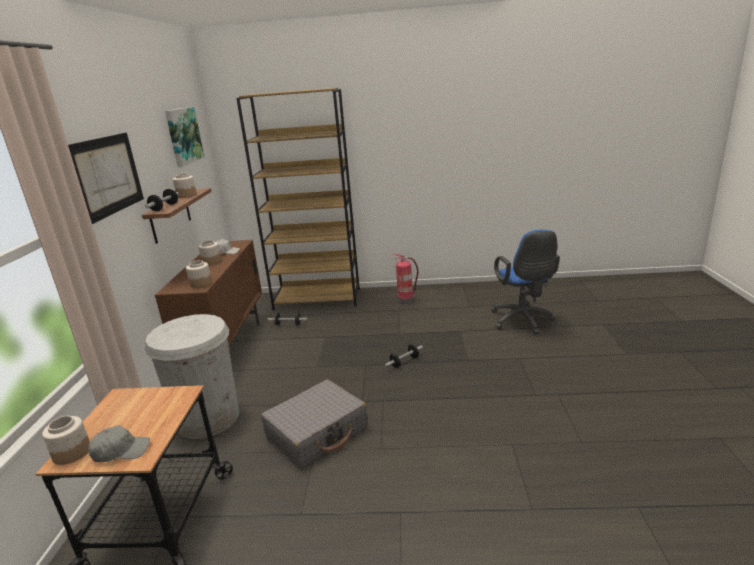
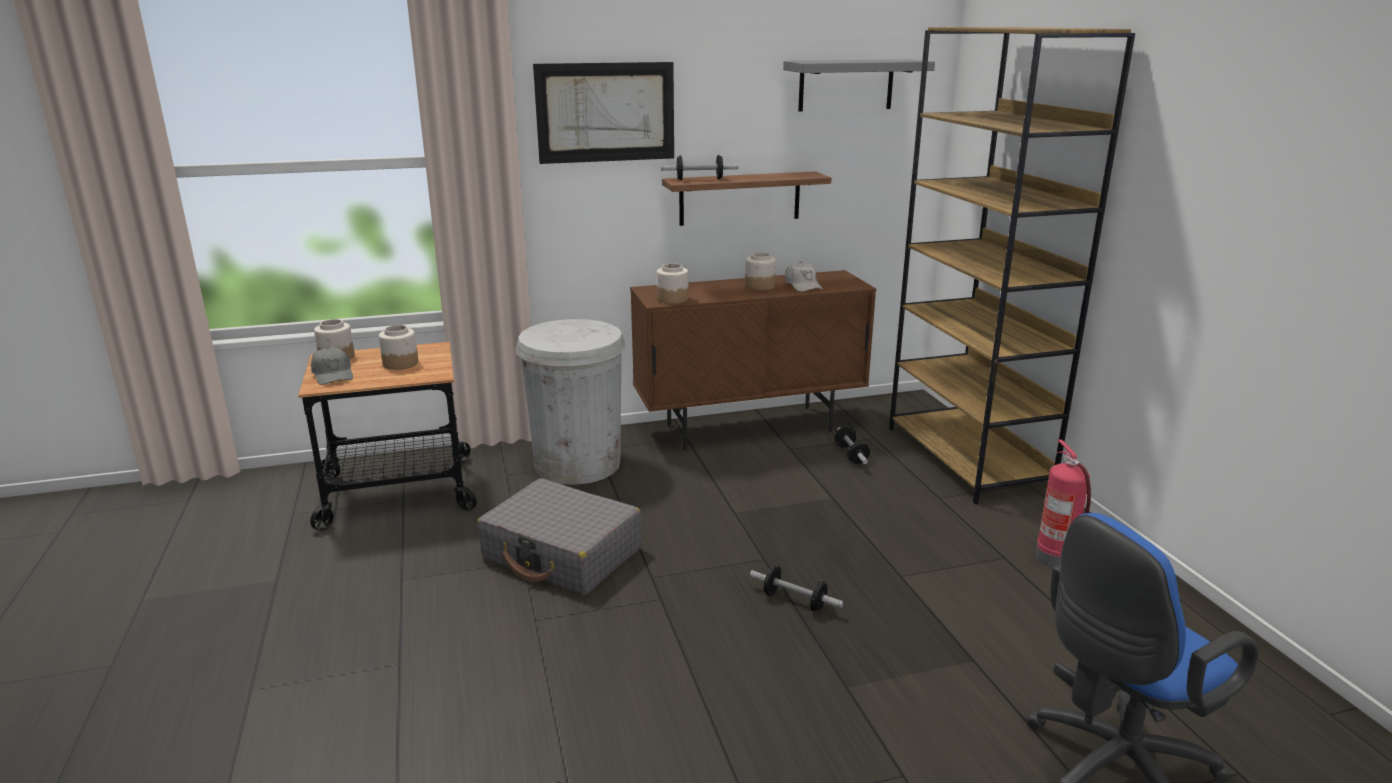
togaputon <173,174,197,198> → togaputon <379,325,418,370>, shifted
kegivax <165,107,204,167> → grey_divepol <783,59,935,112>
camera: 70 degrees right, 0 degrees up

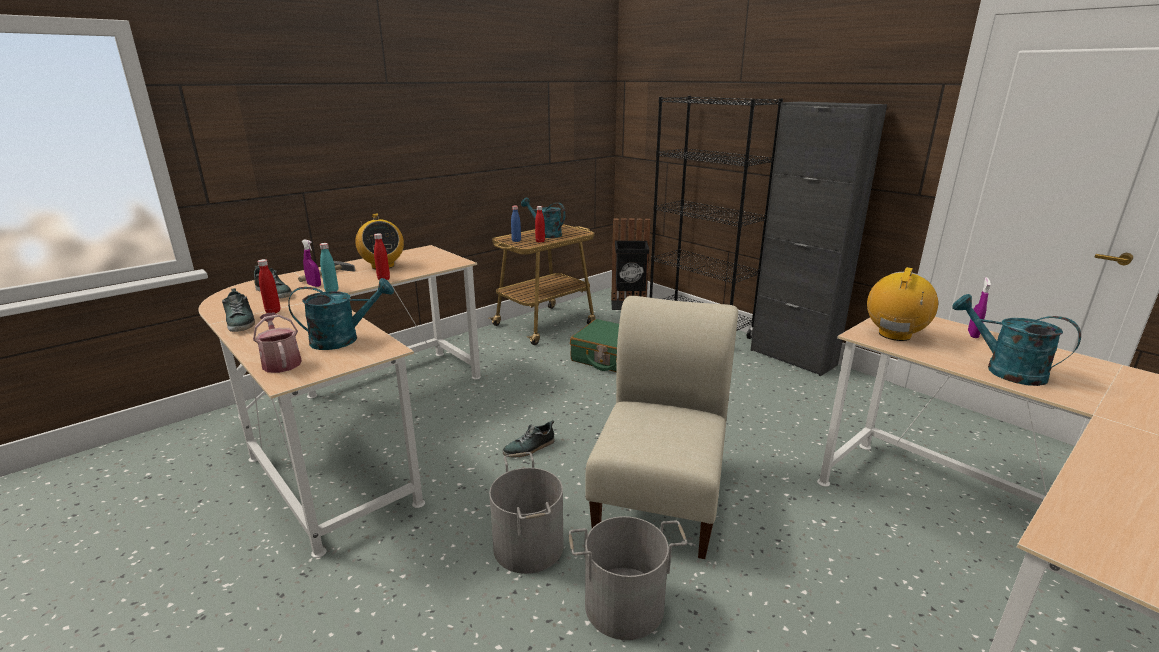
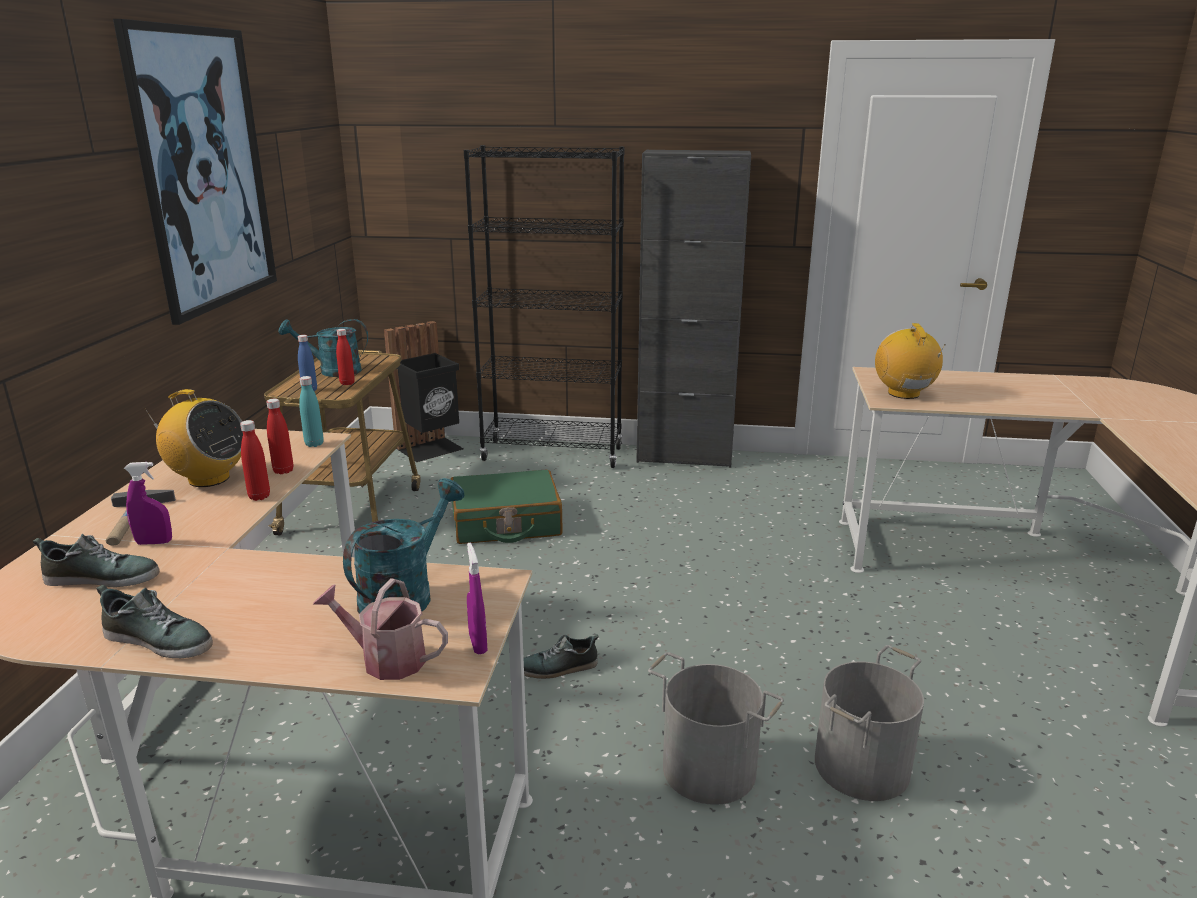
- → kegivax <113,19,277,325>
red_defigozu <257,259,280,313> → red_defigozu <266,399,294,474>, shifted
turquoise_defigozu <320,243,338,292> → turquoise_defigozu <299,376,324,447>, shifted
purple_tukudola <968,277,991,338> → purple_tukudola <467,543,487,654>, shifted
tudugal <502,420,555,457> → tudugal <524,634,598,679>, 60 degrees clockwise
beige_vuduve <585,296,738,559> → -
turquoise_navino <952,294,1081,386> → -
camera: 40 degrees left, 0 degrees up

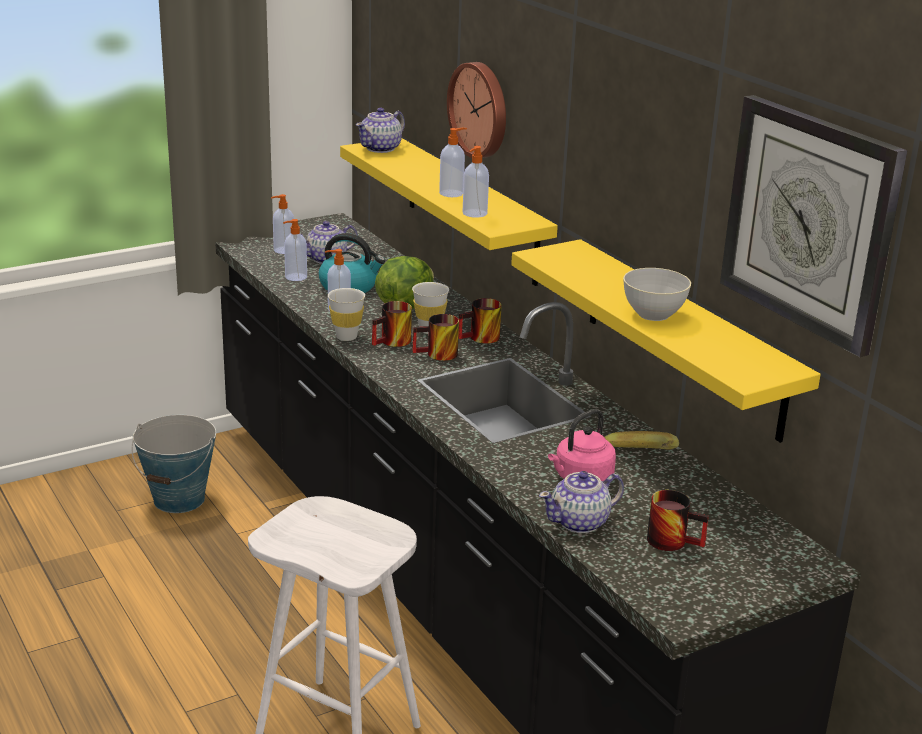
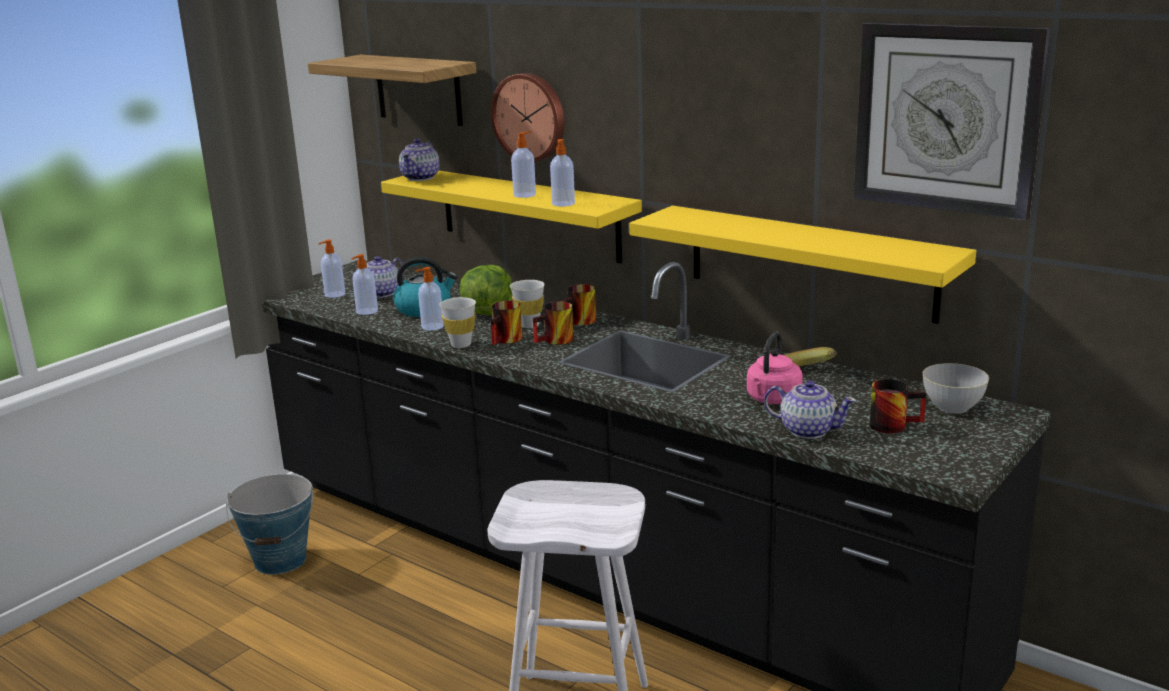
- → divepol <308,55,476,126>
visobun <539,471,624,533> → visobun <764,380,856,439>, 105 degrees counterclockwise
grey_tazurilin <623,268,691,321> → grey_tazurilin <923,363,989,414>, shifted
camera: 20 degrees left, 5 degrees down

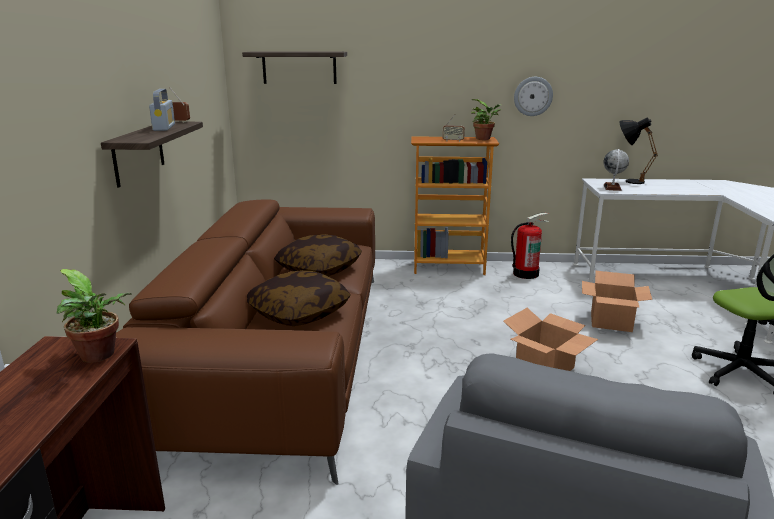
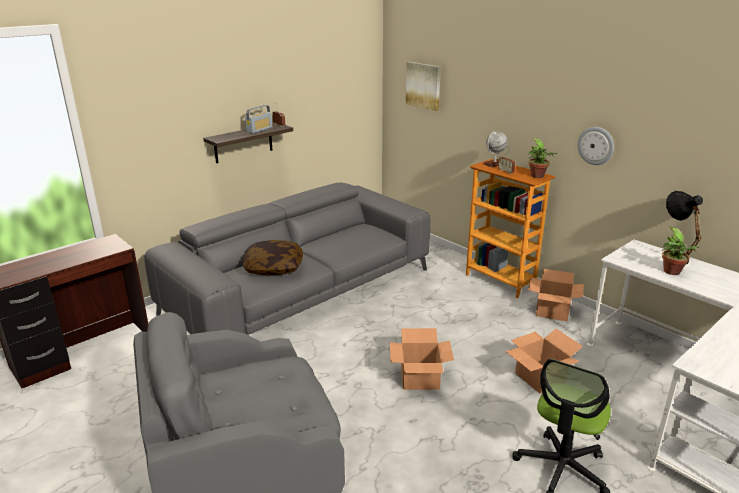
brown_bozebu <116,199,375,485> → grey_bozebu <144,183,430,335>
divepol <242,52,347,84> → kegivax <406,62,441,111>
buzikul <604,149,629,191> → buzikul <484,131,508,167>, shifted
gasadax <511,213,550,279> → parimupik <528,269,584,321>
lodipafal <57,269,132,363> → lodipafal <662,227,700,275>, shifted
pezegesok <274,234,362,276> → -
camera: 45 degrees right, 5 degrees up

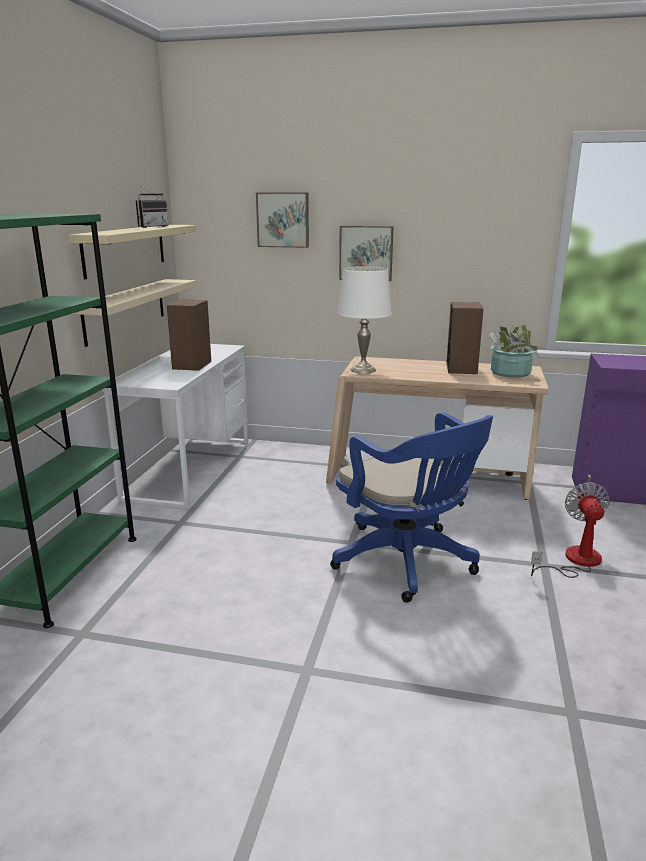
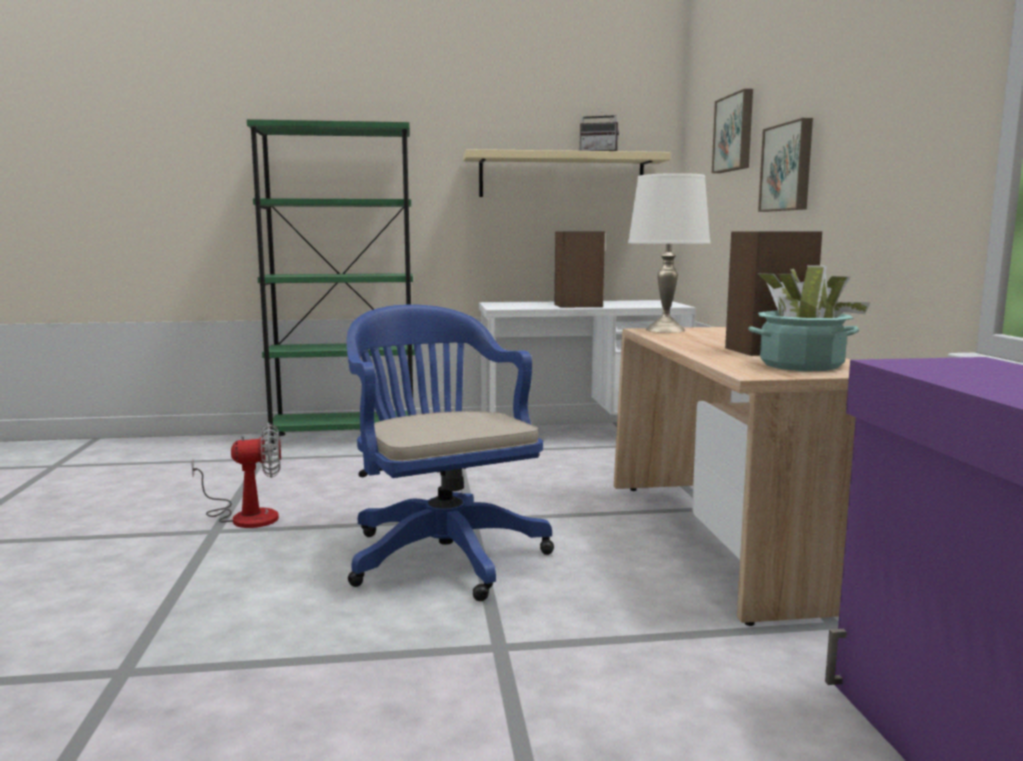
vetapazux <531,482,610,578> → vetapazux <191,423,281,528>, shifted
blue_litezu <330,412,493,603> → blue_litezu <347,304,554,601>, 120 degrees clockwise
beige_divepol <72,279,195,347> → -
camera: 70 degrees right, 10 degrees down

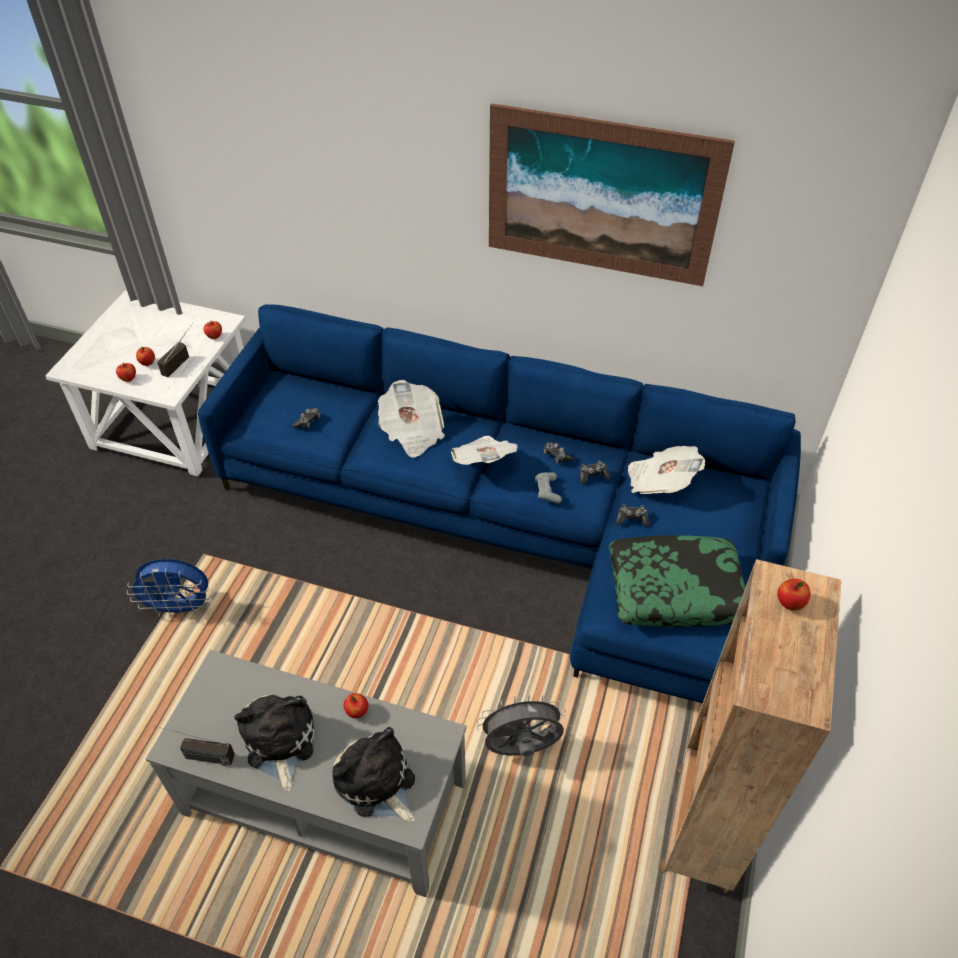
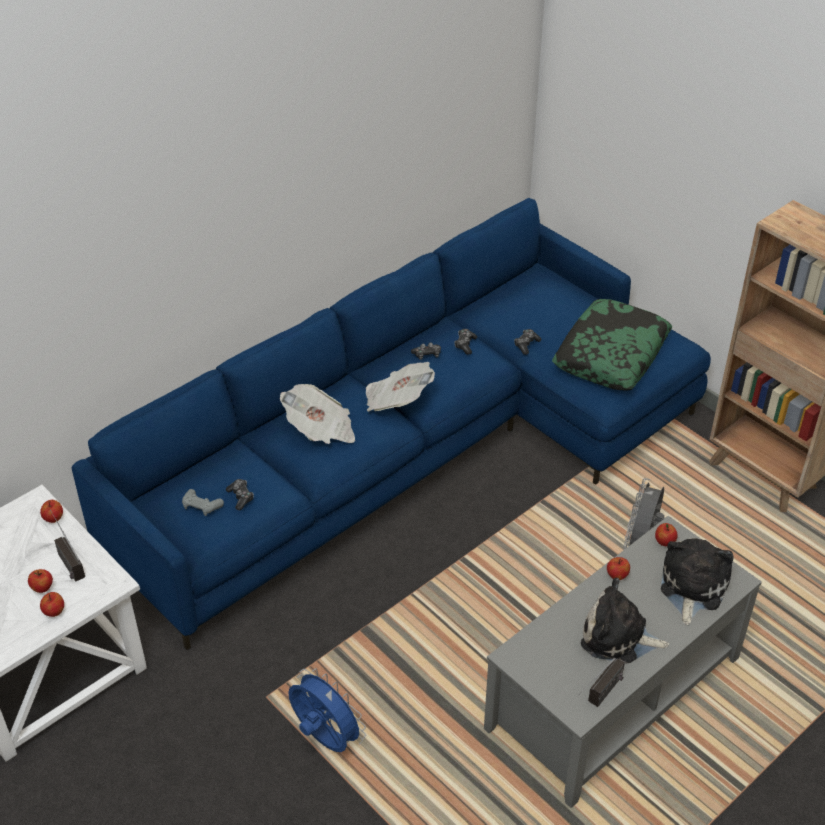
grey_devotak <535,472,562,503> → grey_devotak <182,489,224,516>, shifted
blue_vetapazux <127,559,211,618> → blue_vetapazux <288,668,366,752>, 75 degrees counterclockwise
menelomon <777,579,811,610> → menelomon <655,523,677,546>, shifted
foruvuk <333,727,415,823> → foruvuk <661,538,734,625>, 120 degrees clockwise
kegivax <489,103,735,286> → -
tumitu <628,446,705,494> → -
camera: 60 degrees left, 5 degrees down

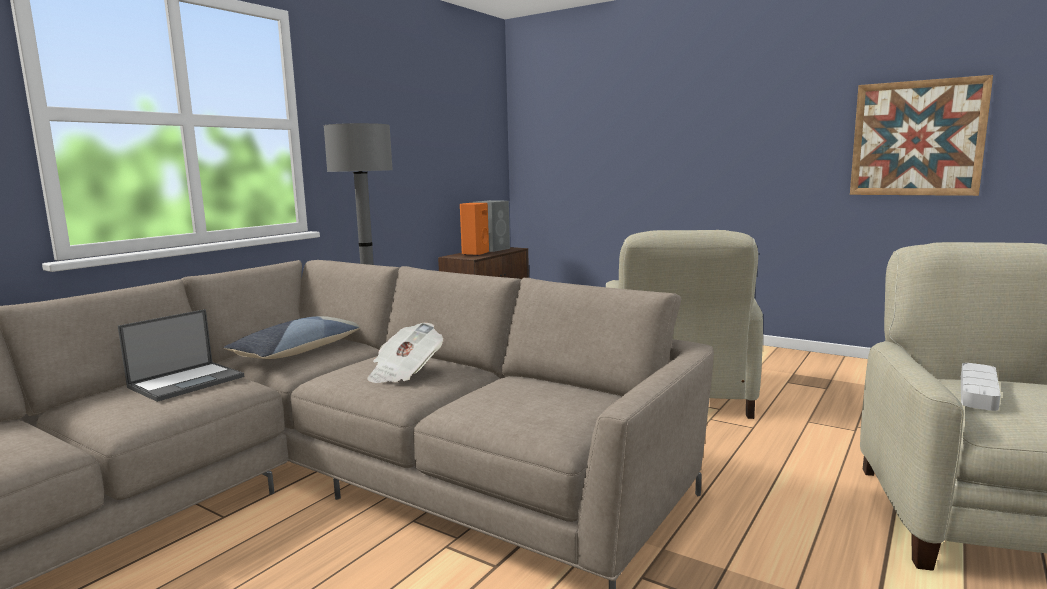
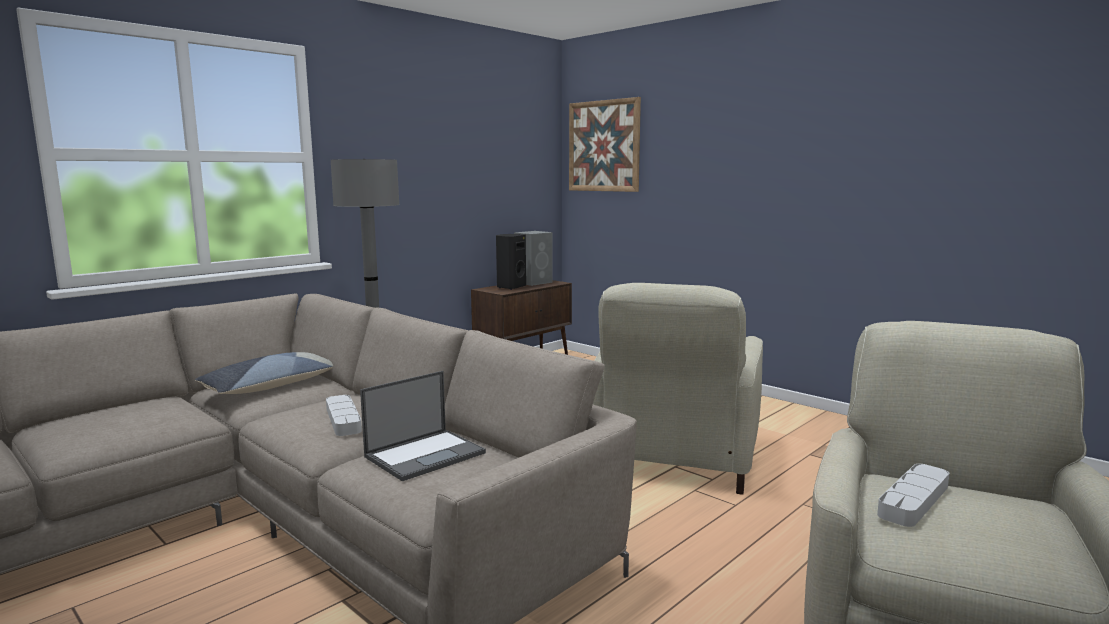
tumitu <367,322,443,383> → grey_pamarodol <326,395,362,436>
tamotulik <118,309,244,402> → tamotulik <360,371,486,481>, shifted
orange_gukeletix <460,203,489,256> → black_gukeletix <496,234,526,290>
kegivax <850,75,993,196> → kegivax <569,97,641,192>, shifted
camera: 10 degrees right, 0 degrees up

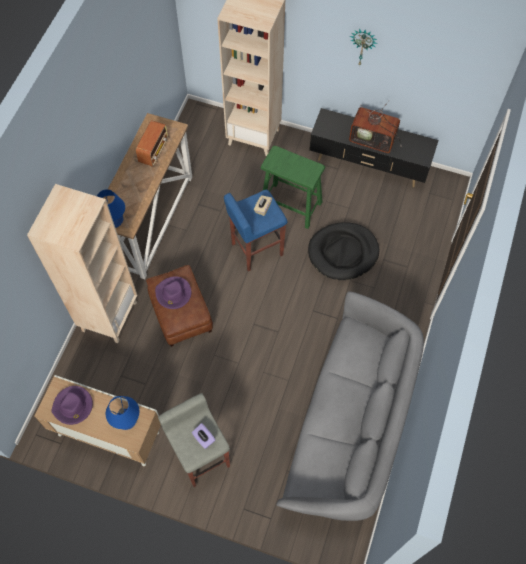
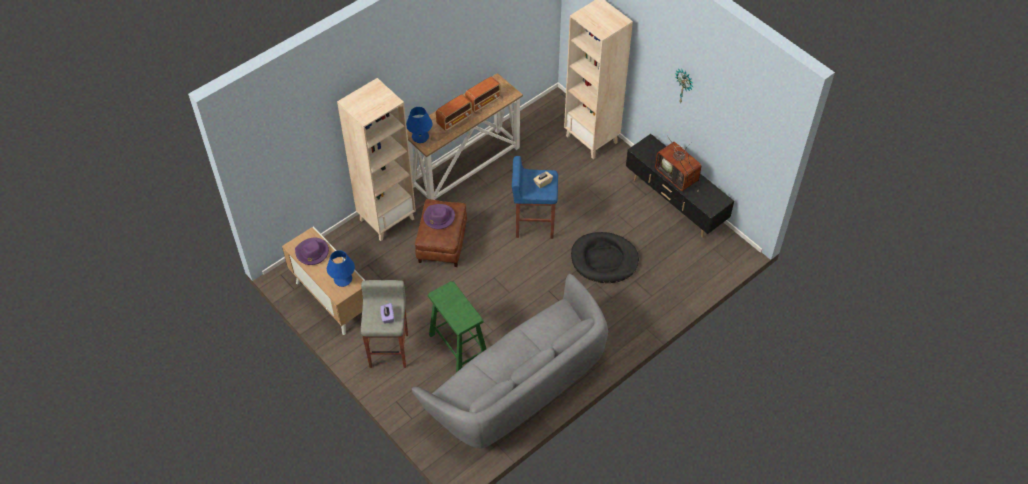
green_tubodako <261,146,325,229> → green_tubodako <428,281,486,372>, shifted
- → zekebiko <436,94,472,131>
camera: 30 degrees right, 10 degrees down

